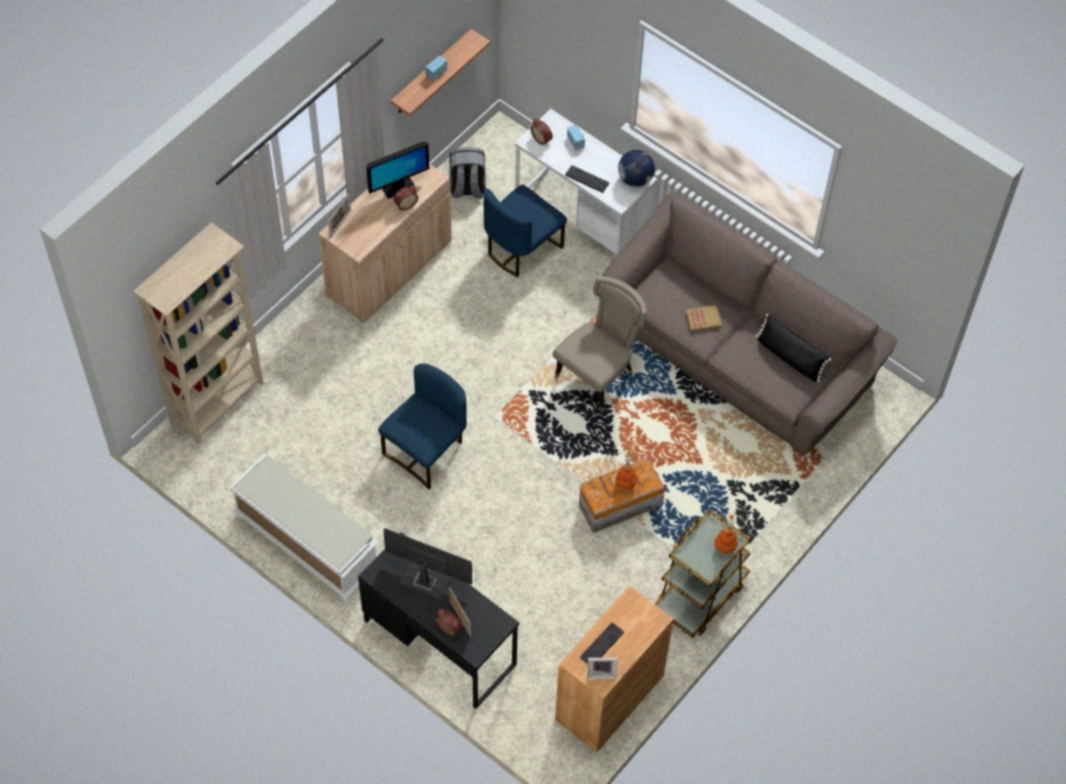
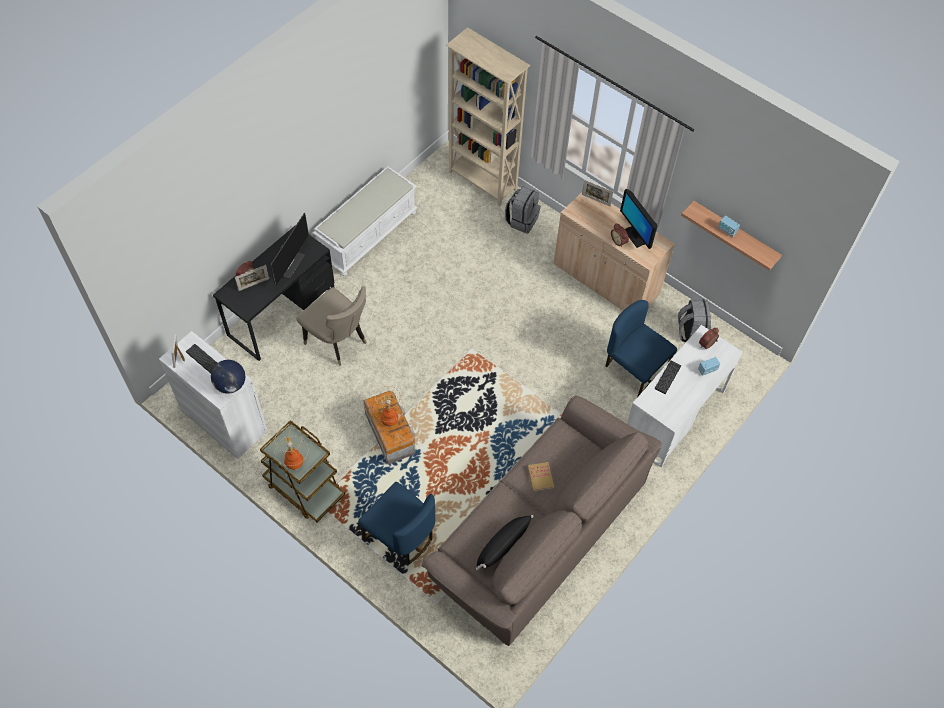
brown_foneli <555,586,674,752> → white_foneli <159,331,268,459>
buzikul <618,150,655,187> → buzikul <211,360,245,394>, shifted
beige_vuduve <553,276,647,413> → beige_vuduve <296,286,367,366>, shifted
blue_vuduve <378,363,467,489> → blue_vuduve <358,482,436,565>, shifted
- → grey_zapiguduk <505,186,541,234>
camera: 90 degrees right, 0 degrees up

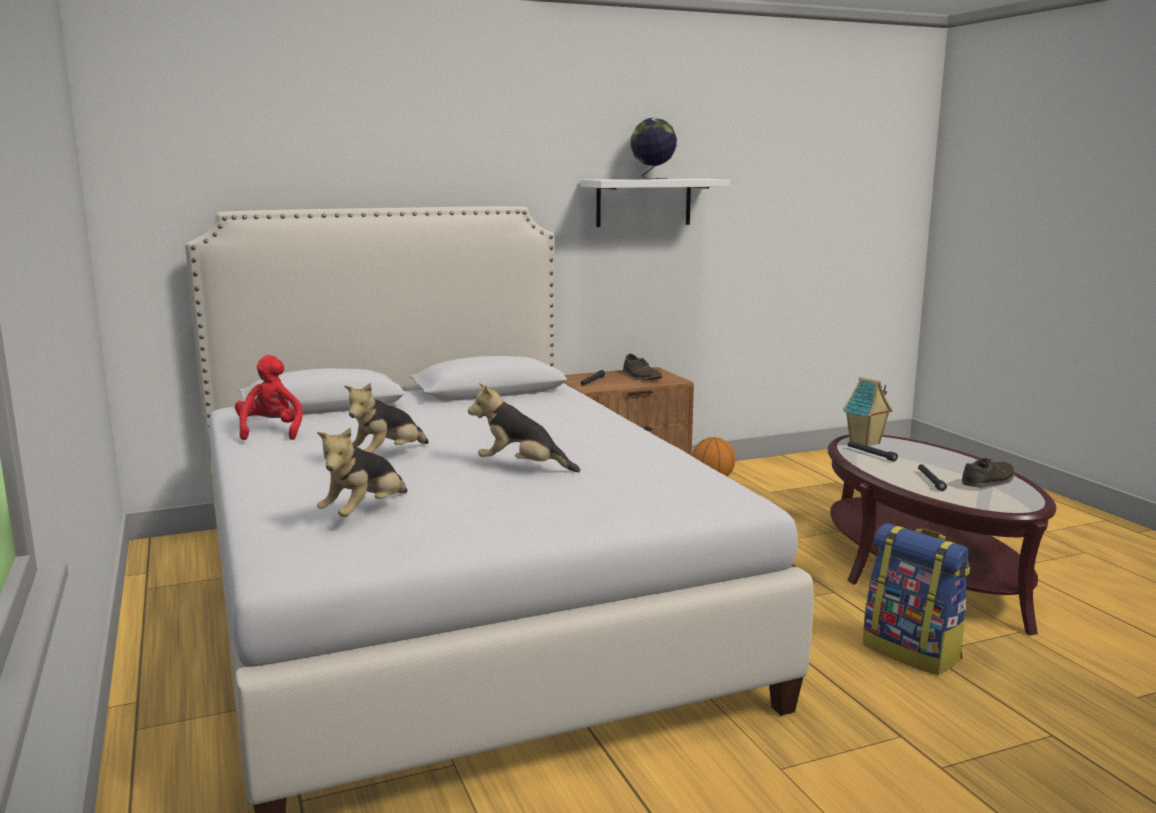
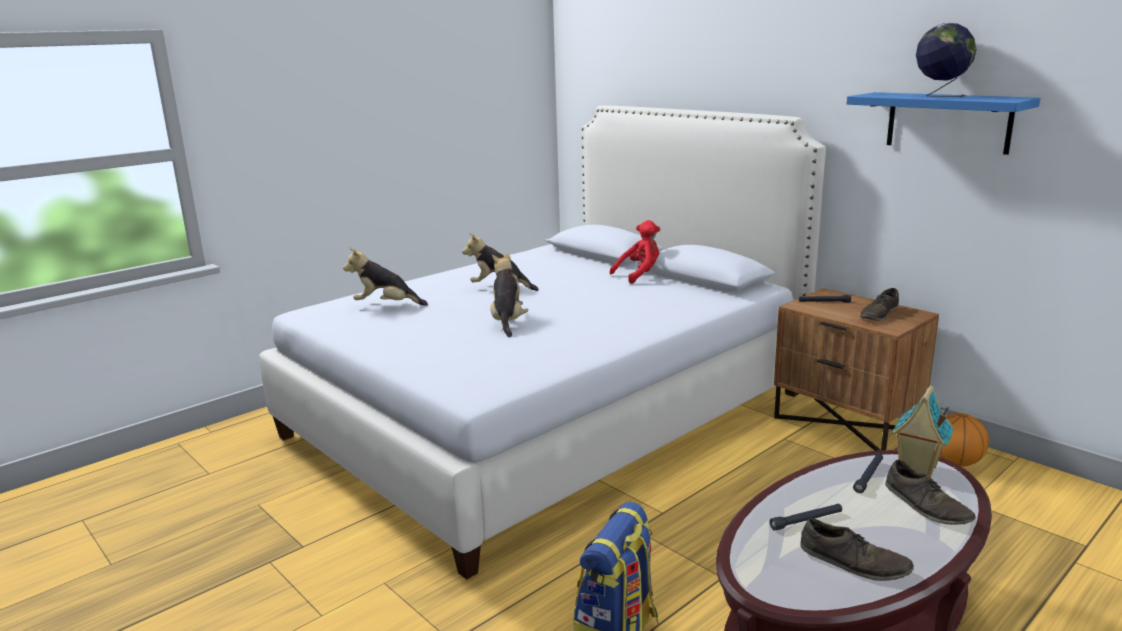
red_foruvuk <235,355,303,440> → red_foruvuk <610,220,660,284>, shifted
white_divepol <580,179,730,227> → blue_divepol <847,92,1041,155>
- → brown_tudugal <885,460,976,525>
camera: 70 degrees right, 5 degrees up

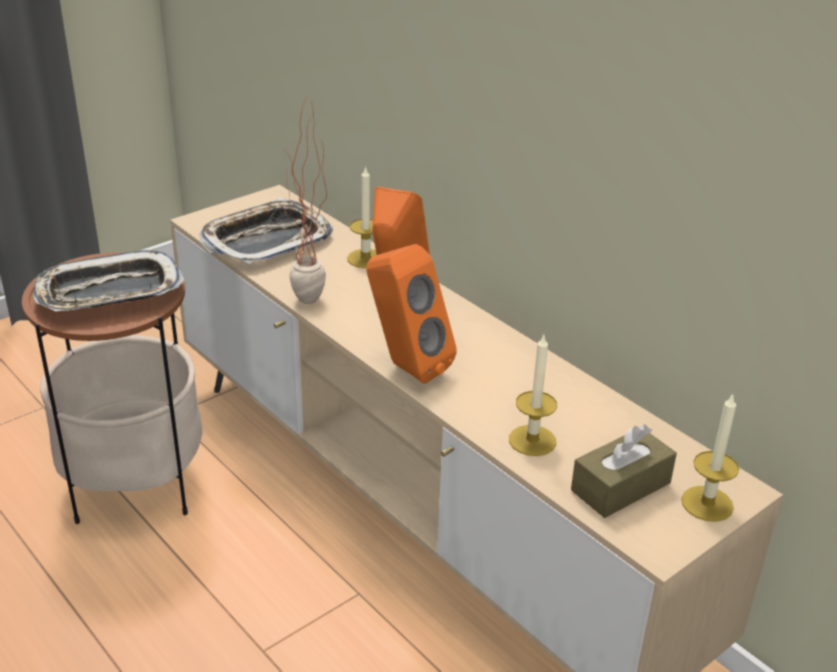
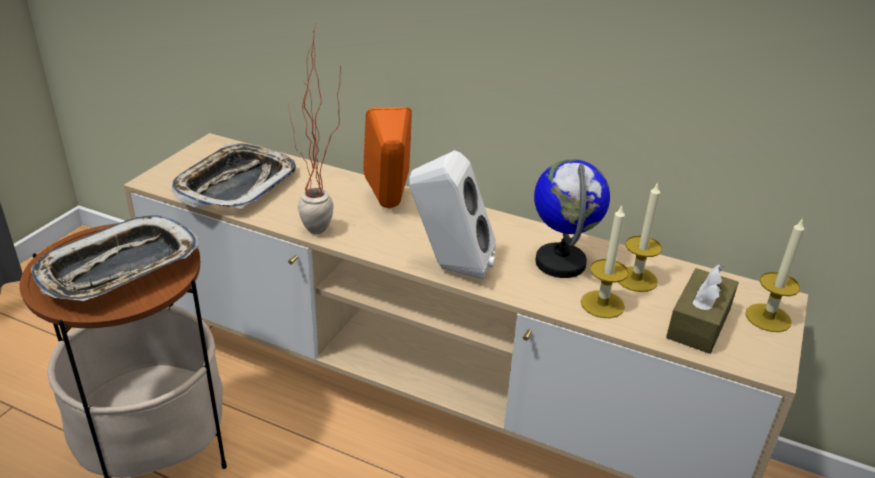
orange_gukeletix <366,244,457,384> → white_gukeletix <409,150,496,279>
- → buzikul <534,159,610,278>
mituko <347,166,376,268> → mituko <618,182,662,292>, shifted
camera: 25 degrees left, 0 degrees up

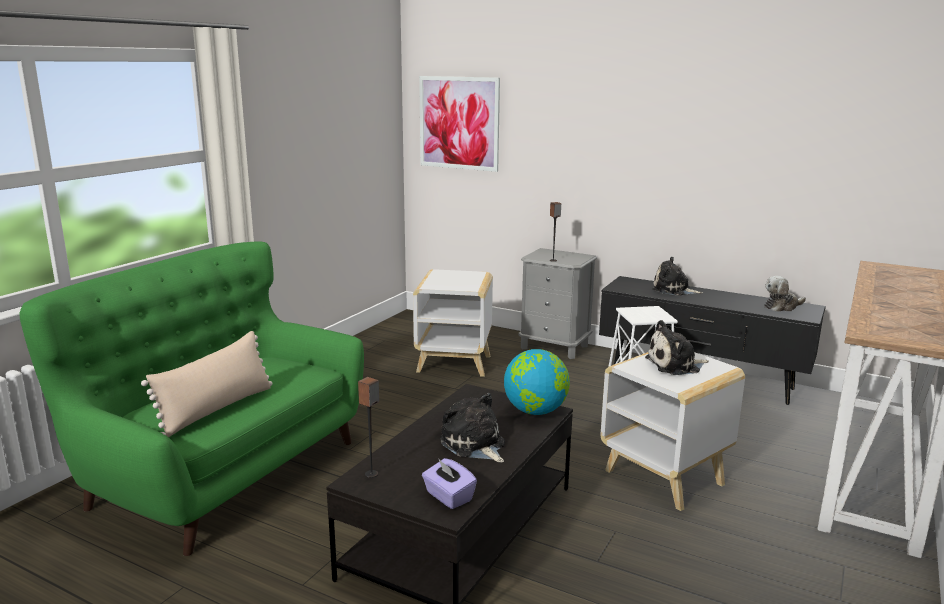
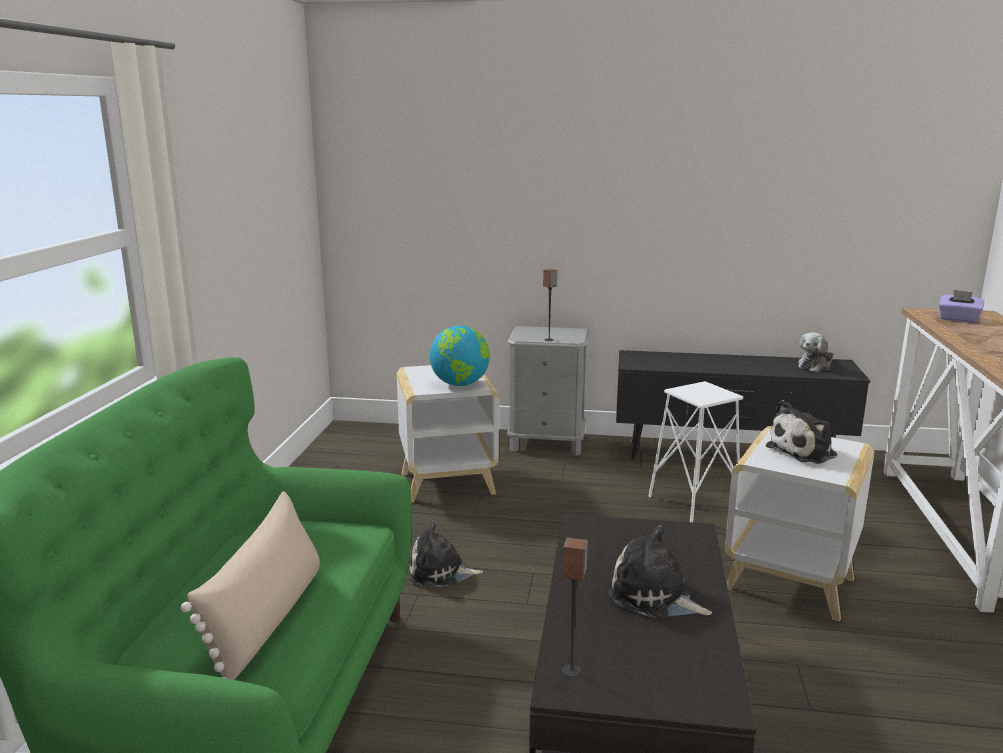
foruvuk <653,257,703,296> → foruvuk <409,521,483,587>, shifted
buzikul <504,349,570,415> → buzikul <429,326,490,386>, shifted
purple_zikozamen <422,458,477,509> → purple_zikozamen <939,290,985,323>, shifted
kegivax <419,76,500,172> → -
camera: 20 degrees left, 0 degrees up

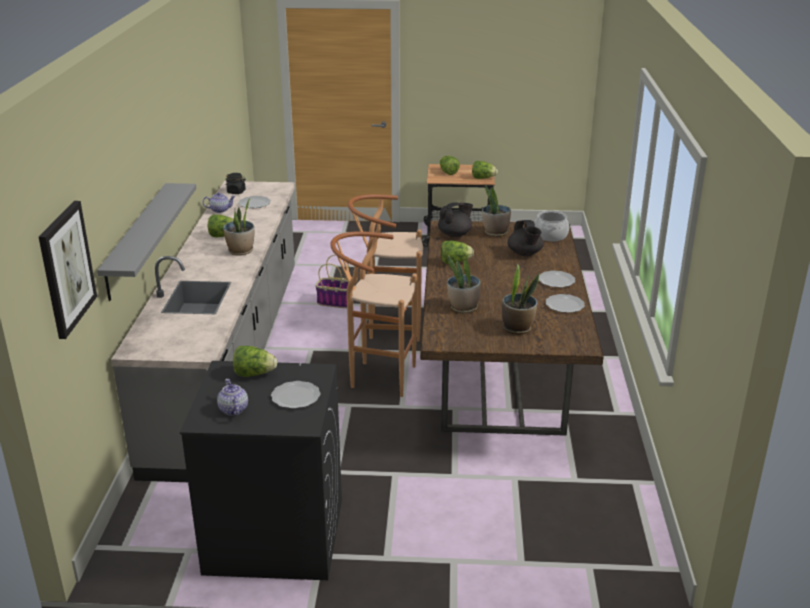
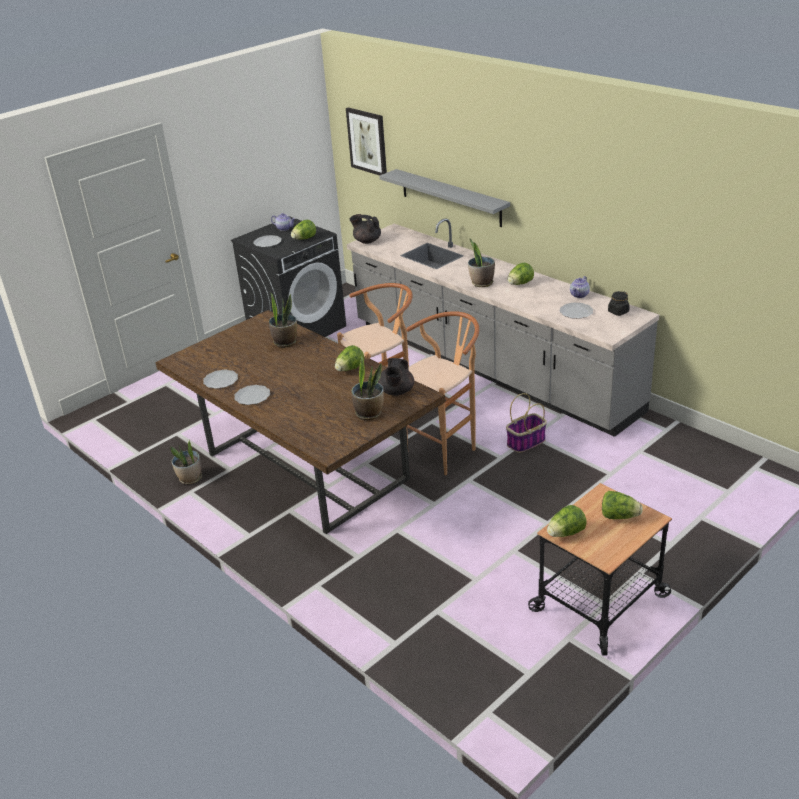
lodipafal <502,263,539,335> → lodipafal <170,440,202,484>, shifted
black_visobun <507,220,544,256> → black_visobun <350,214,381,244>, shifted
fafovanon <534,210,569,242> → -
camera: 135 degrees right, 5 degrees up

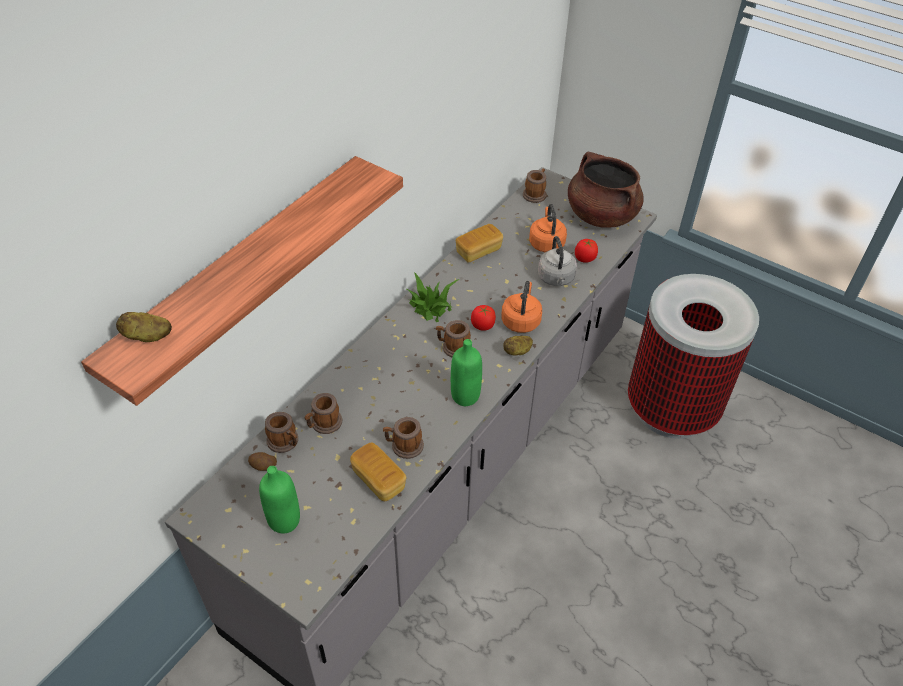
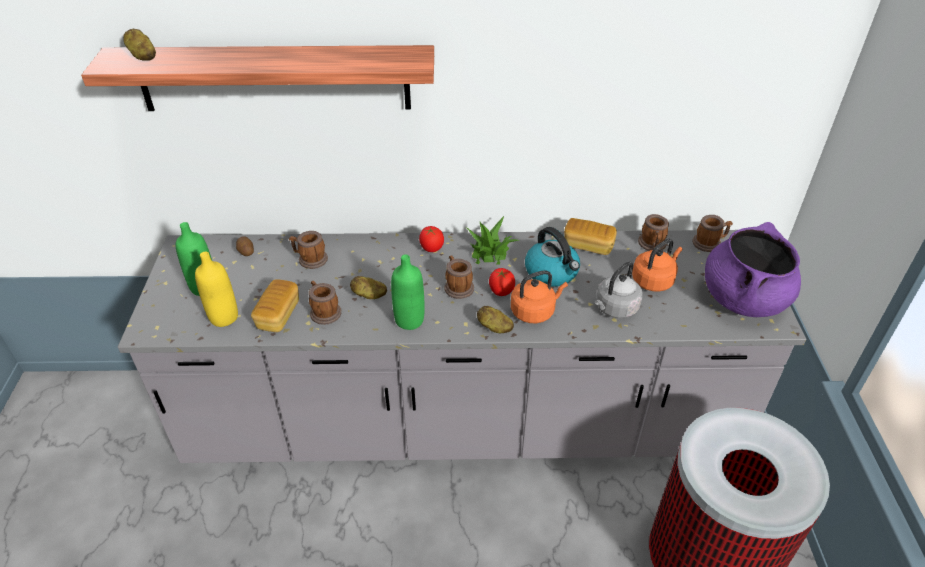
- → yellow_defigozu <195,251,238,327>
- → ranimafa <350,276,387,299>
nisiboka <575,239,598,263> → nisiboka <419,226,444,252>, shifted
- → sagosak <525,227,580,287>
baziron <265,412,298,453> → baziron <638,214,669,251>, shifted
brown_fafovanon <568,152,644,228> → purple_fafovanon <705,222,801,317>
camera: 55 degrees right, 5 degrees down

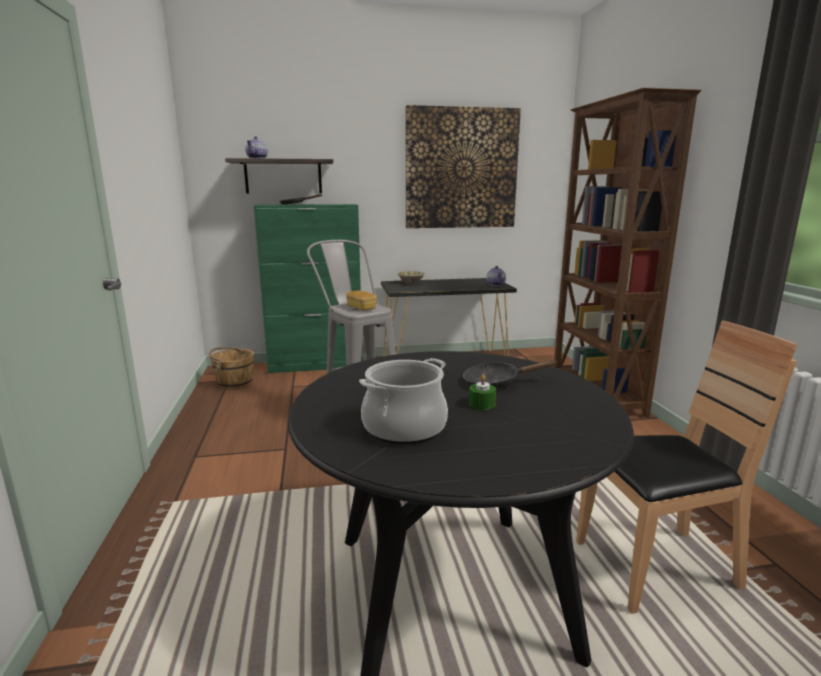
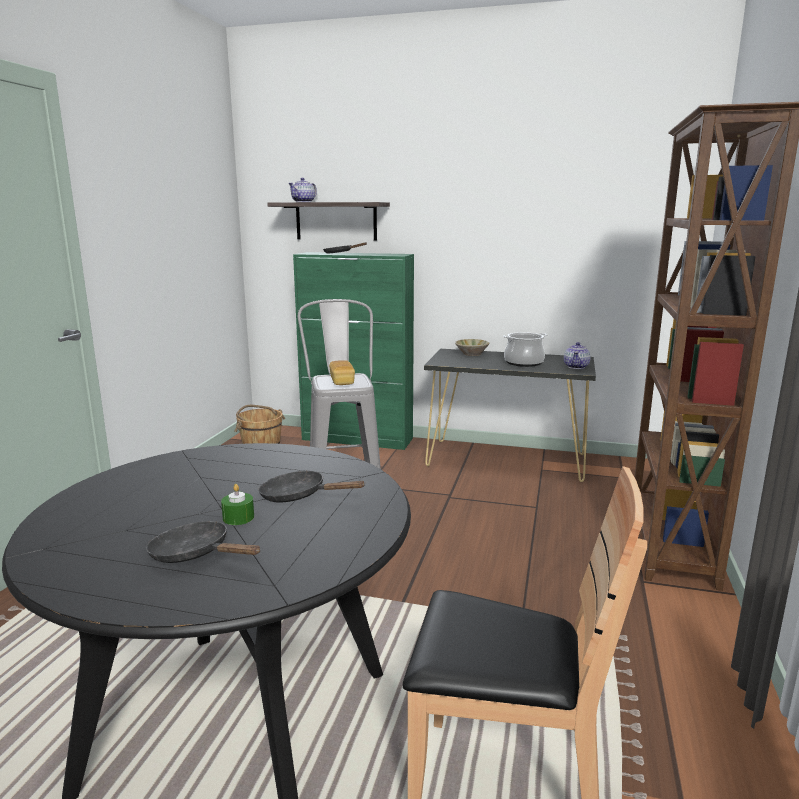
- → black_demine <146,521,261,563>
fafovanon <359,358,448,444> → fafovanon <503,332,548,367>, shifted
kegivax <406,105,521,228> → -
camera: 25 degrees right, 0 degrees up

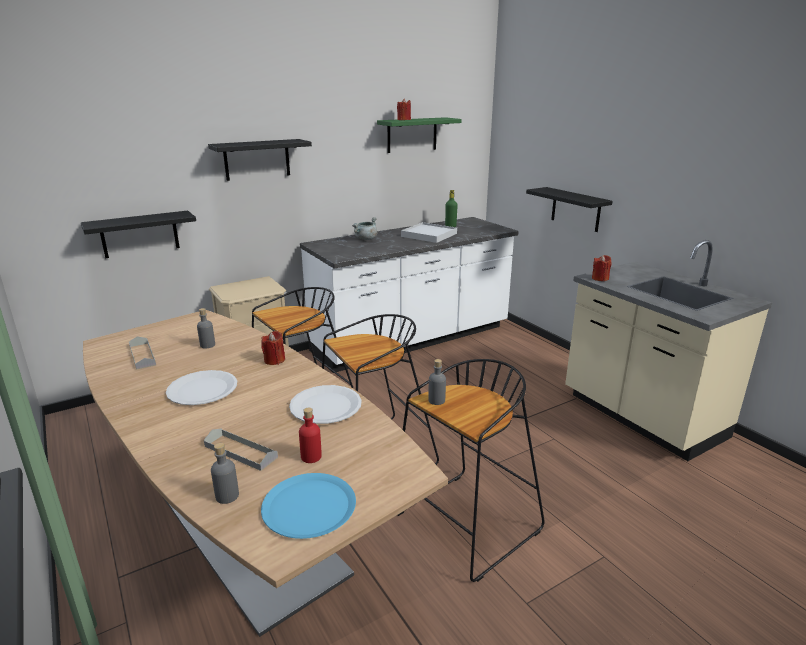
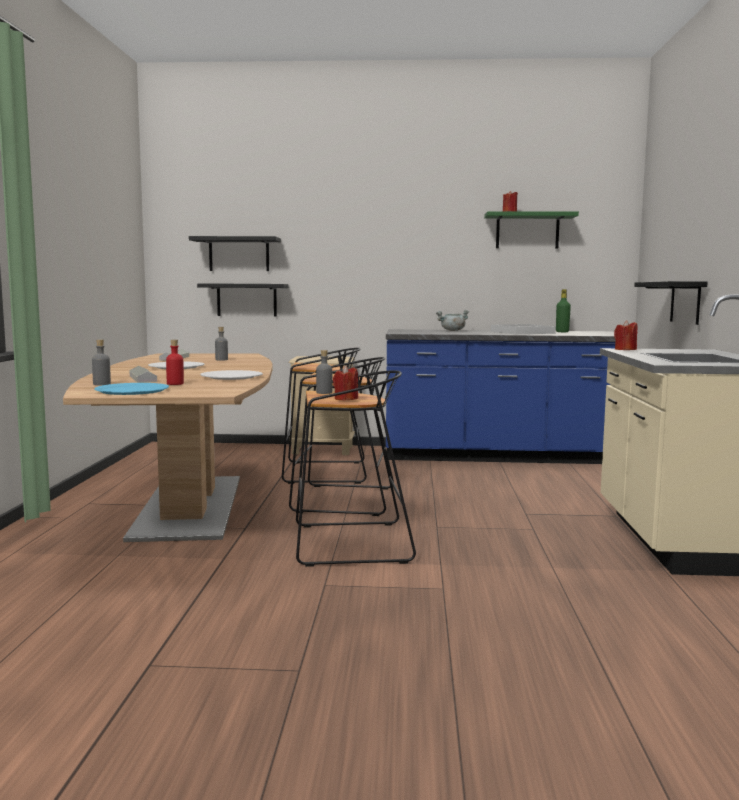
black_divepol <208,139,312,181> → black_divepol <189,236,281,271>, shifted
red_mituko <261,331,285,365> → red_mituko <333,366,358,401>, shifted
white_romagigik <300,217,519,373> → blue_romagigik <386,329,615,464>
camera: 35 degrees right, 15 degrees down

